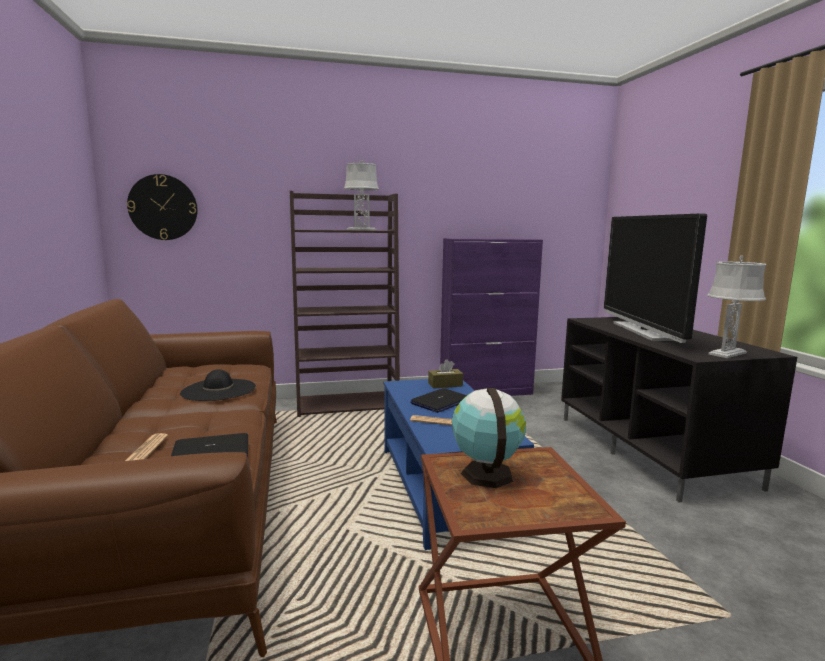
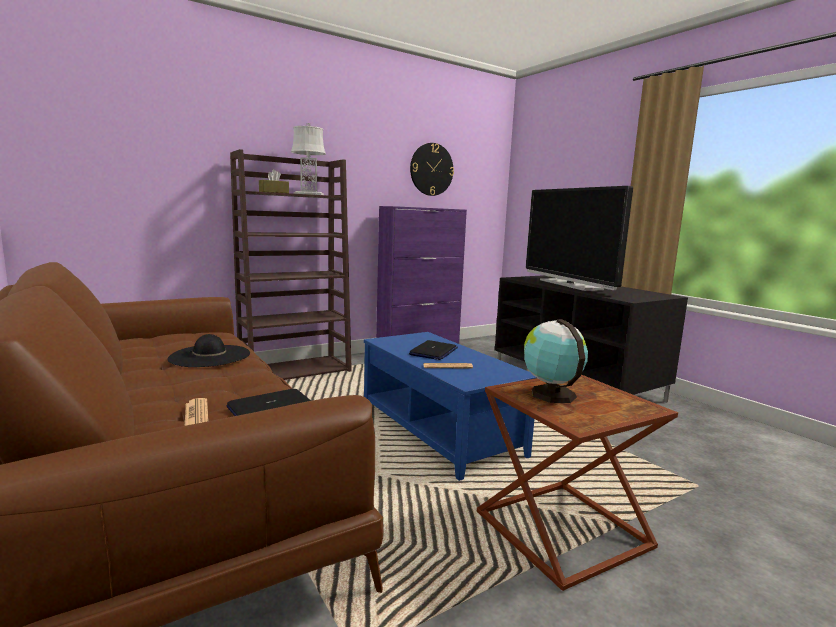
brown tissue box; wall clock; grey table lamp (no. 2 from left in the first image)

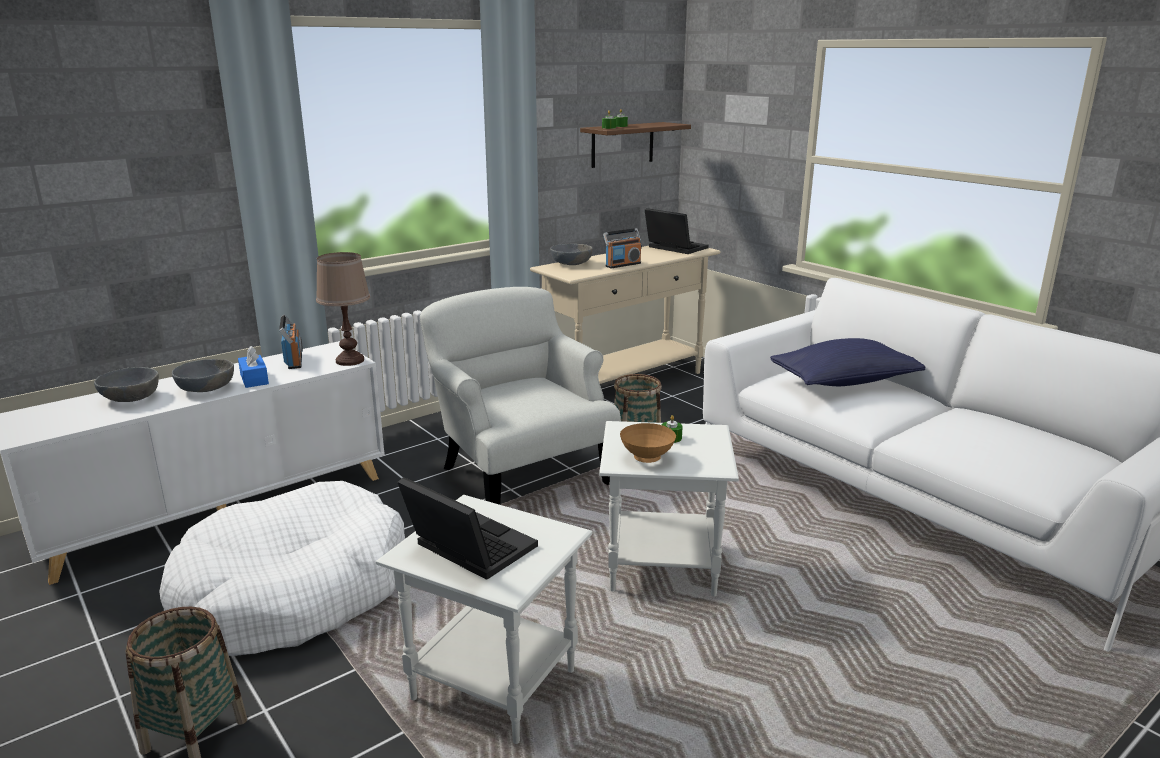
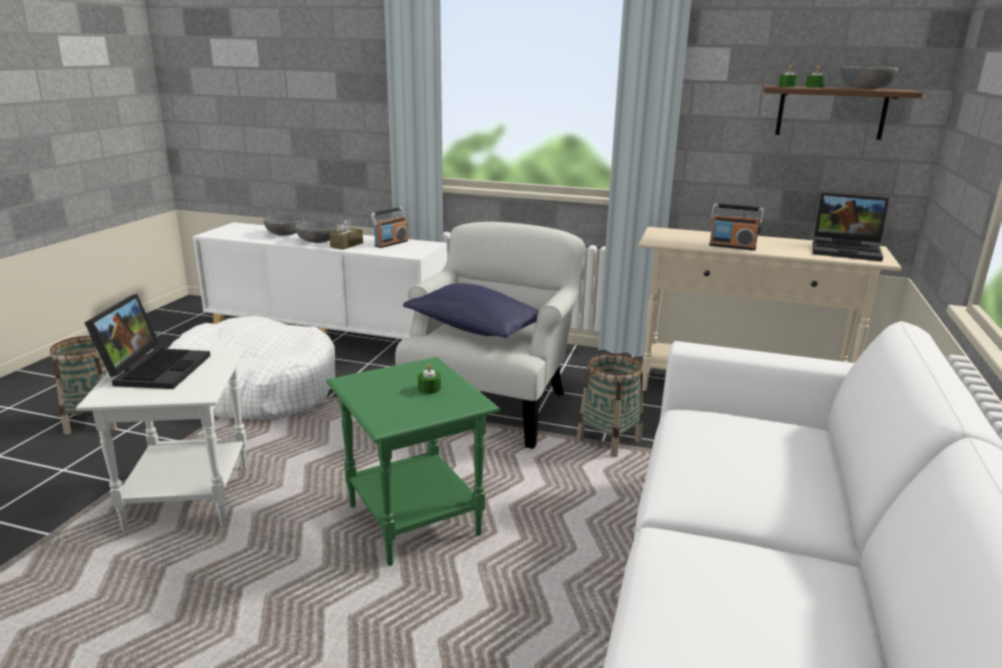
green side table; brown tissue box; blue pillow; laptop (no. 2 from left); grey bowl (no. 3 from left); brown table lamp; brown bowl

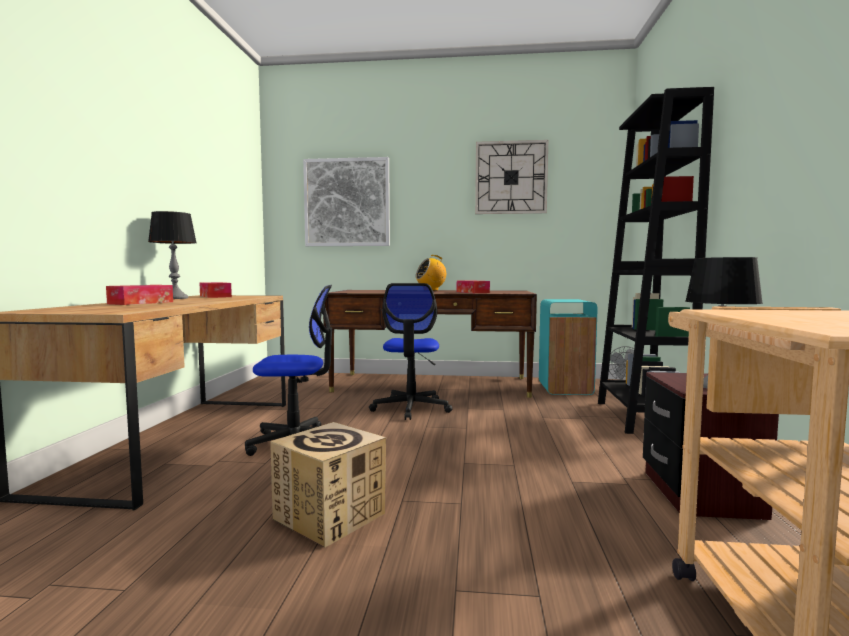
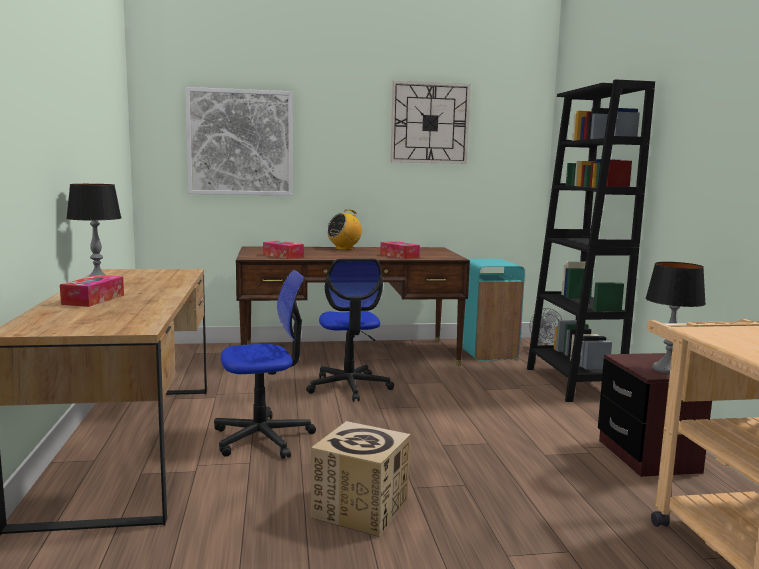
tissue box (no. 2 from left)

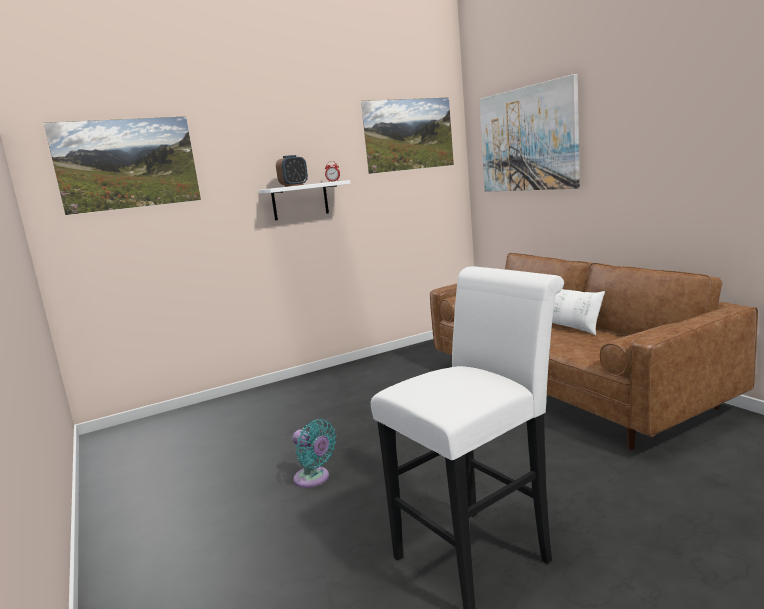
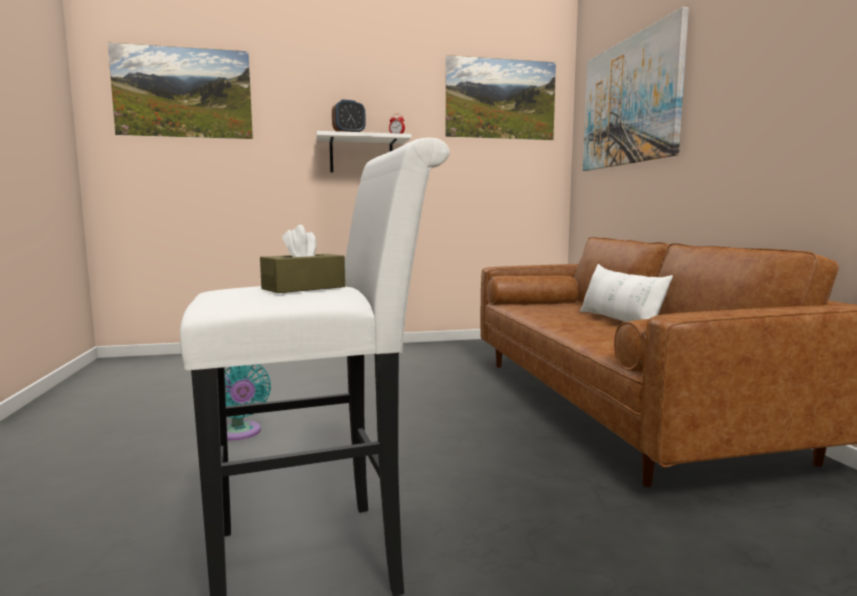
brown tissue box

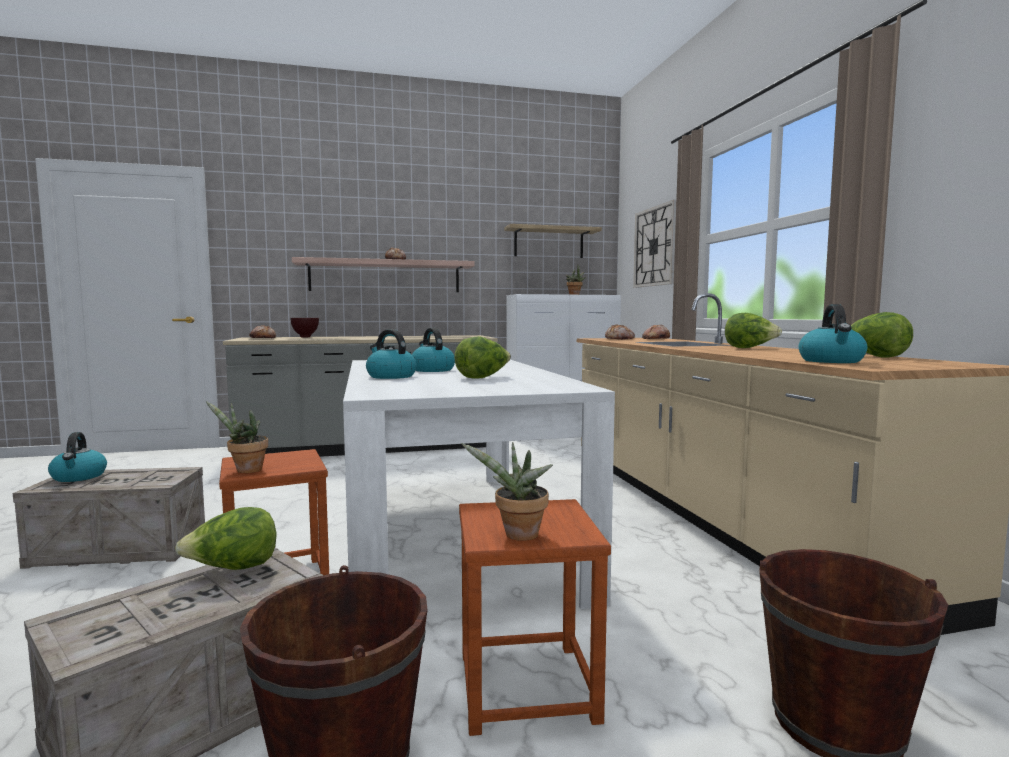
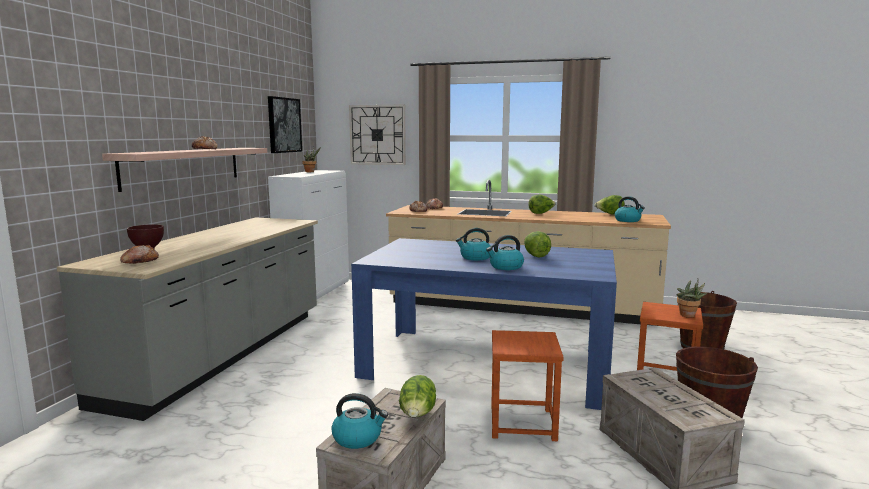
picture; blue dining table; lettuce (no. 1 from left); potted plant (no. 1 from left in the first image)

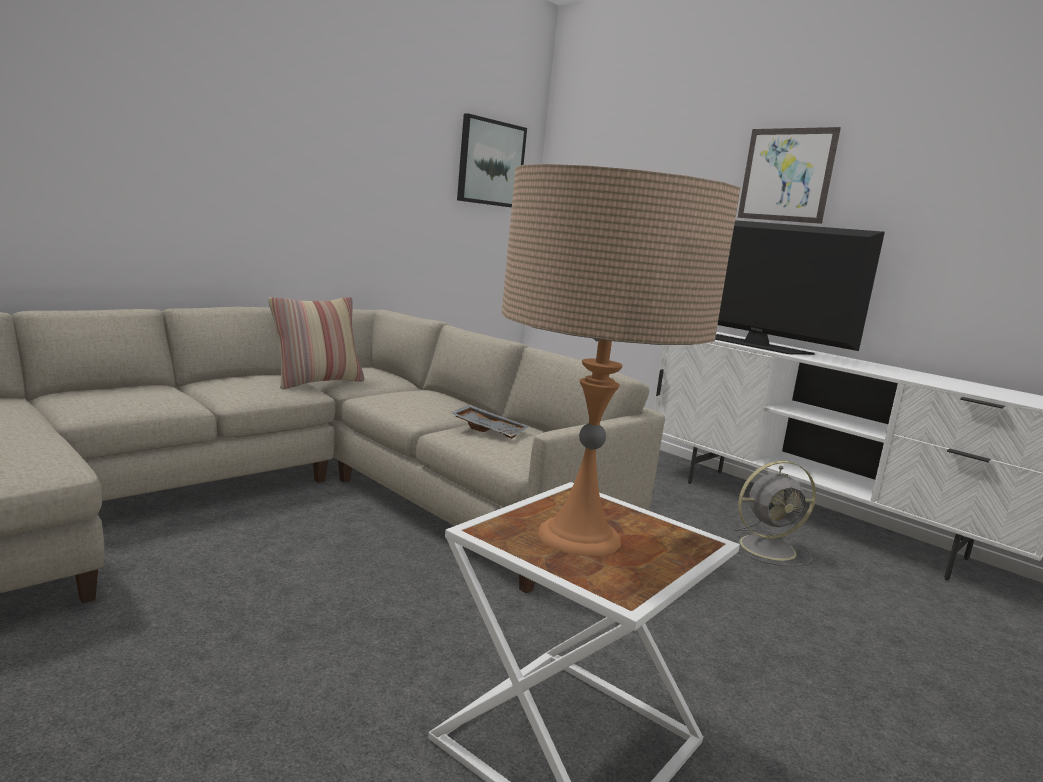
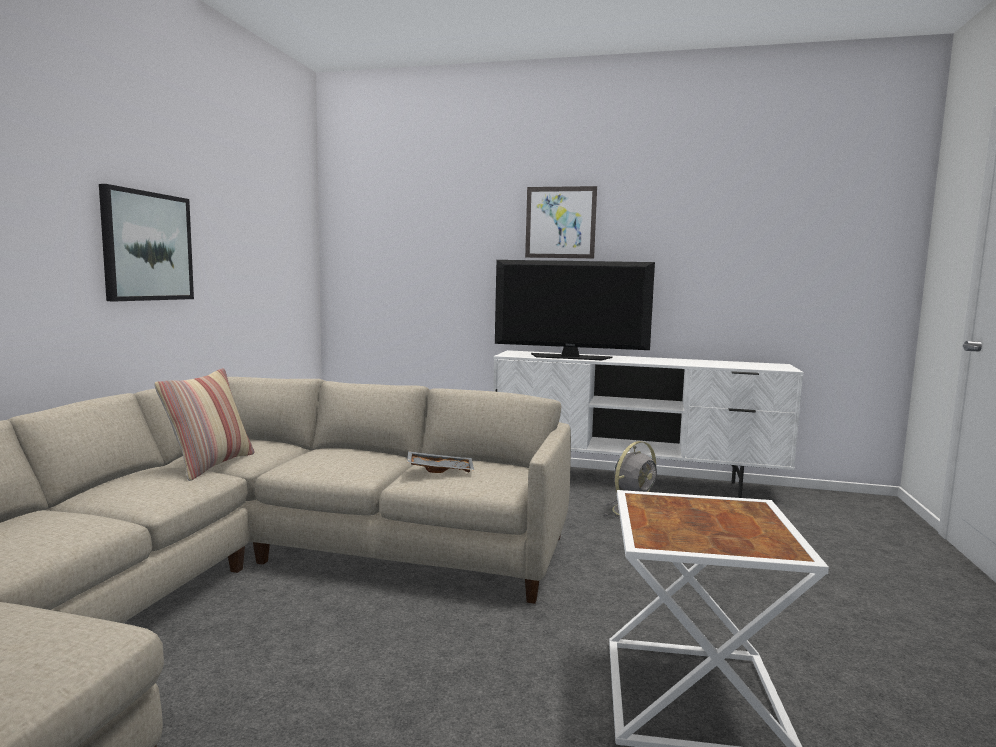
picture (no. 1 from left); beige table lamp

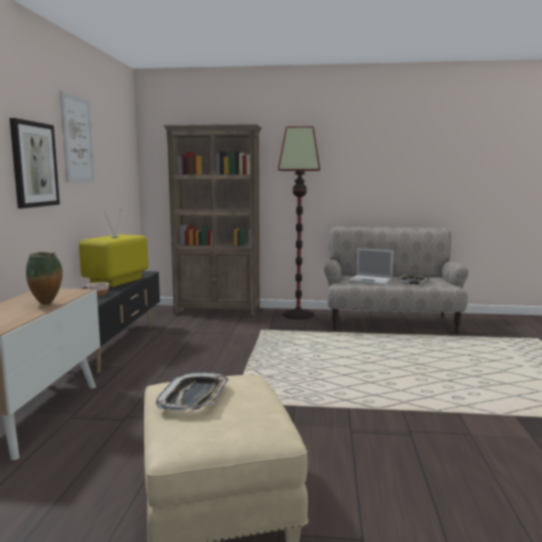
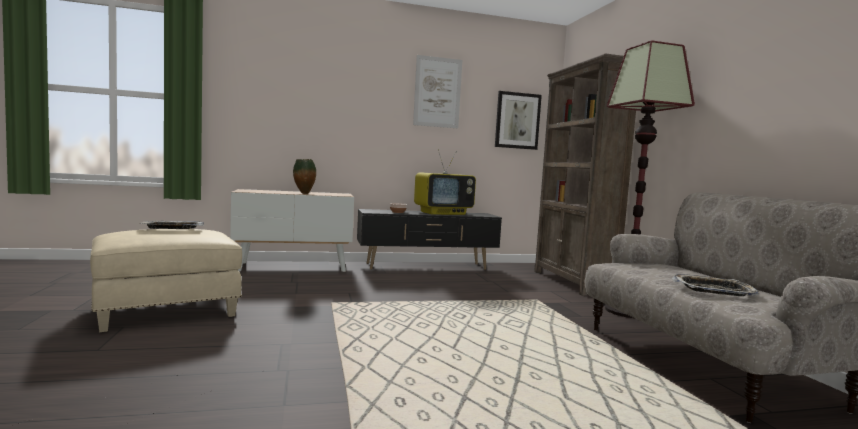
television; picture (no. 2 from left); laptop

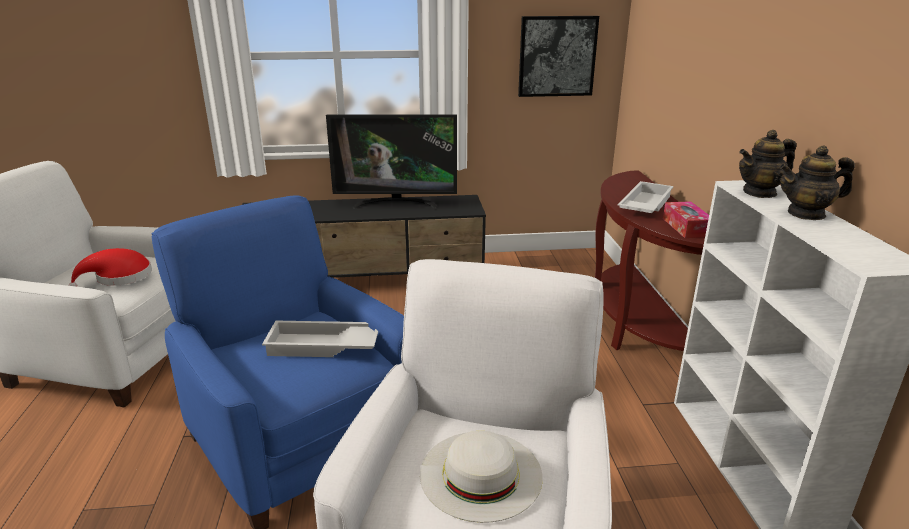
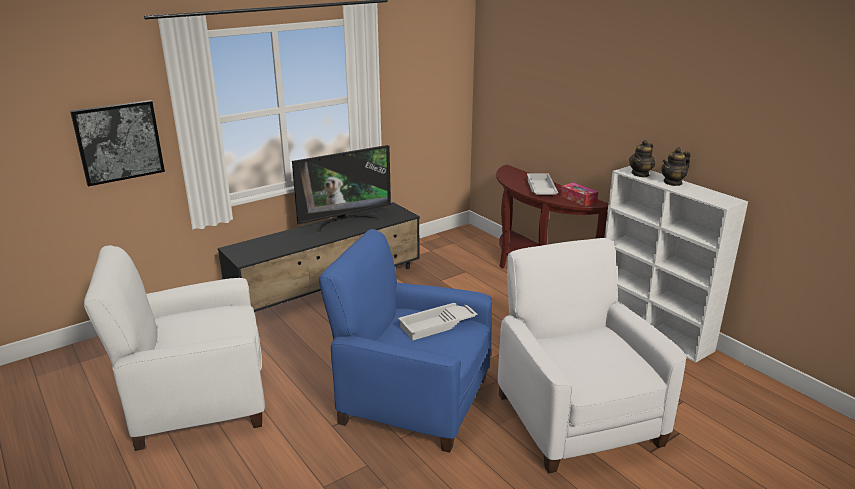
picture; red hat; white hat

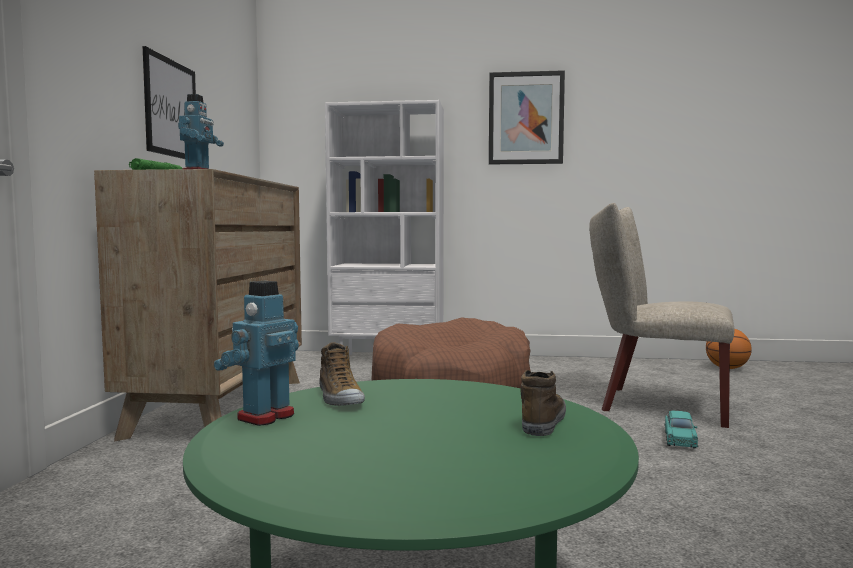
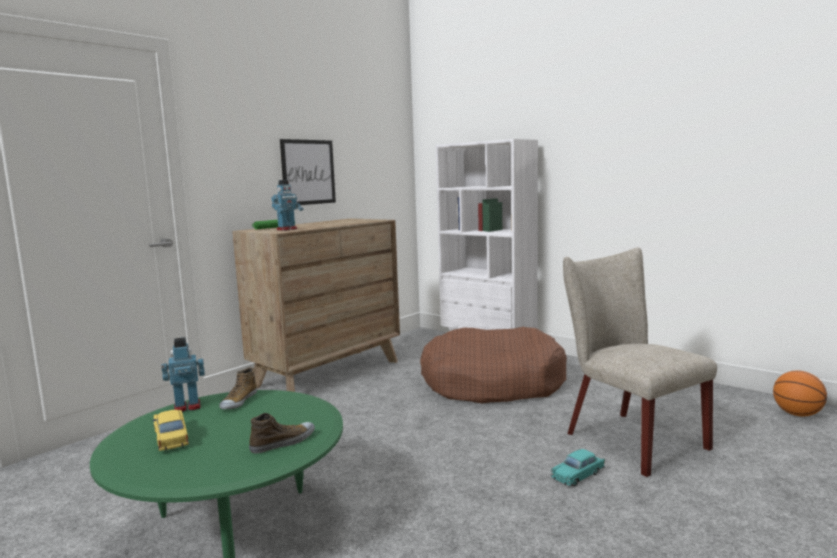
yellow toy car; picture (no. 2 from left in the first image)

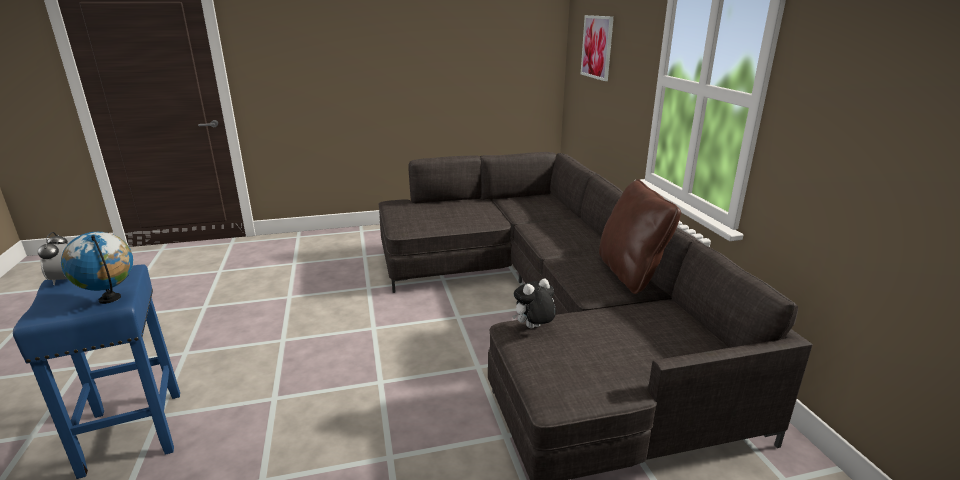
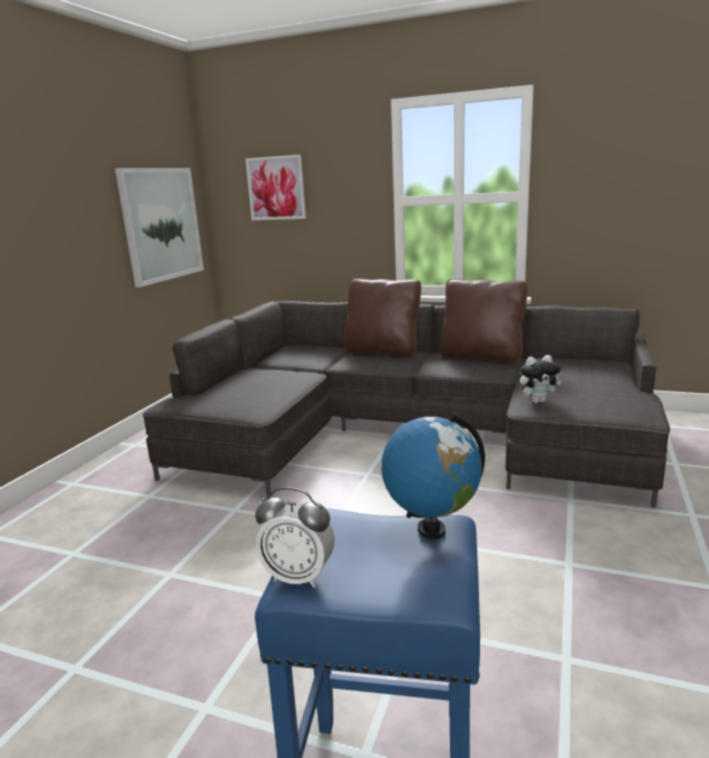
picture (no. 1 from left); brown pillow (no. 1 from left); plush toy

